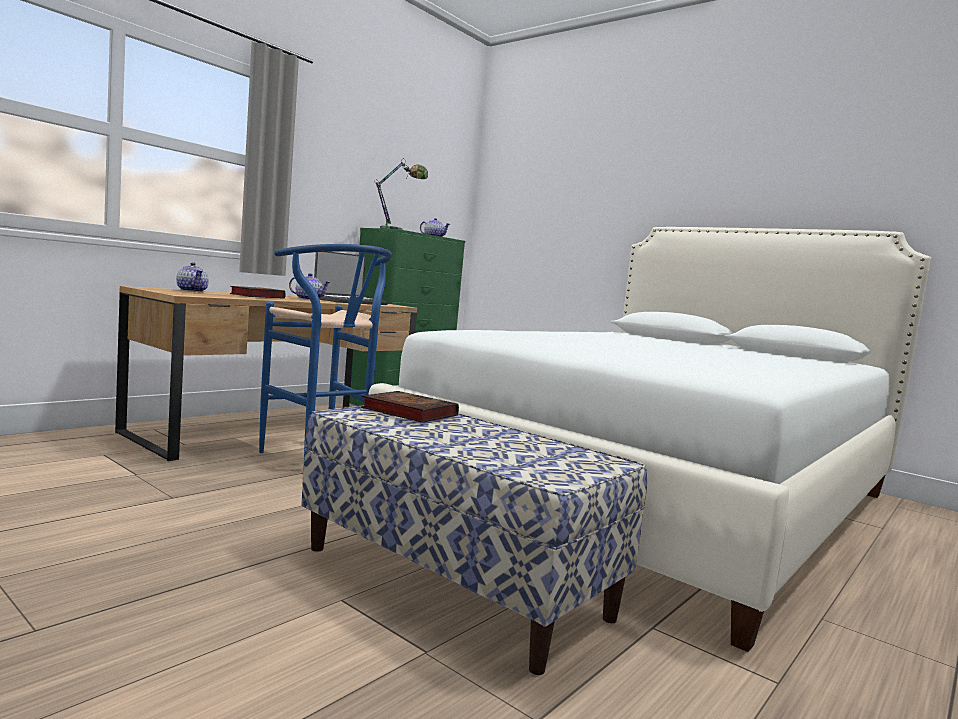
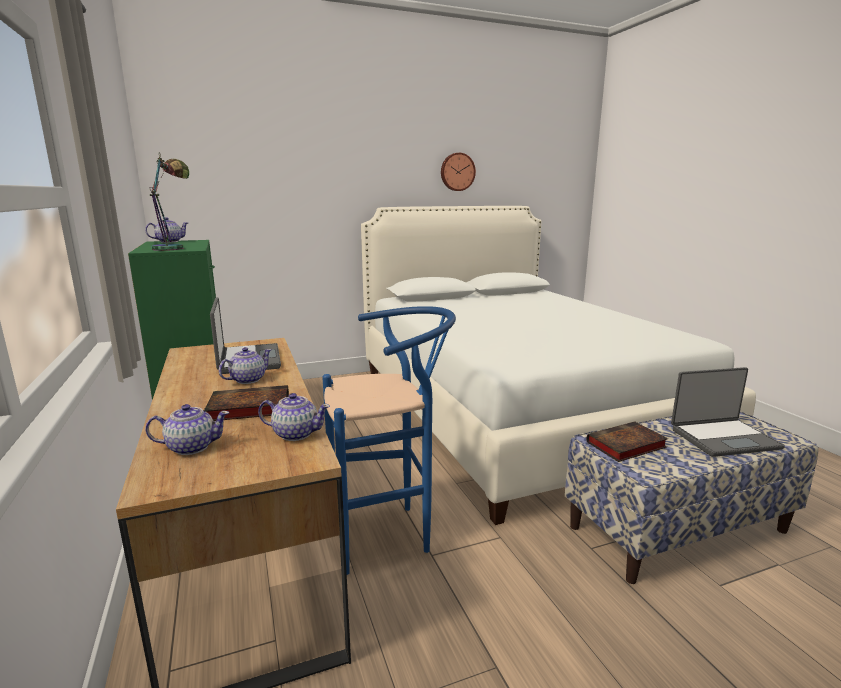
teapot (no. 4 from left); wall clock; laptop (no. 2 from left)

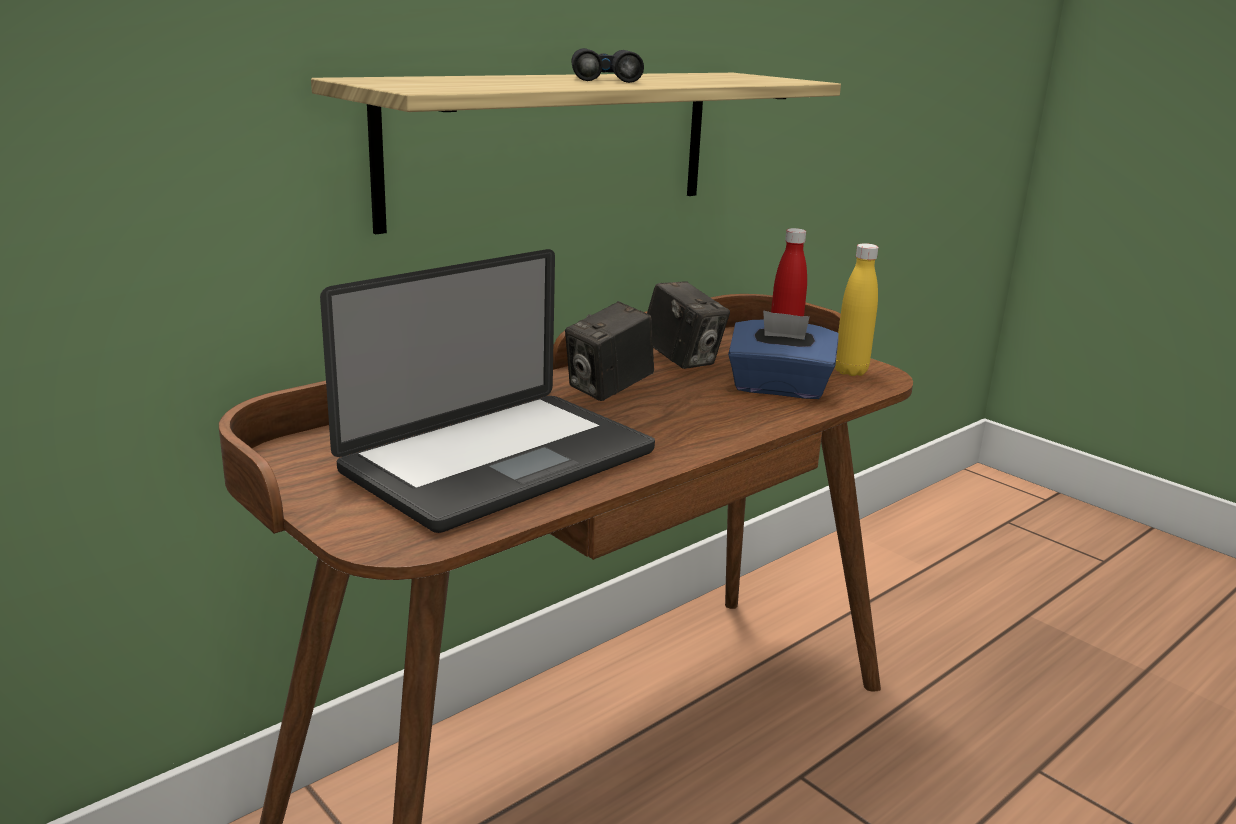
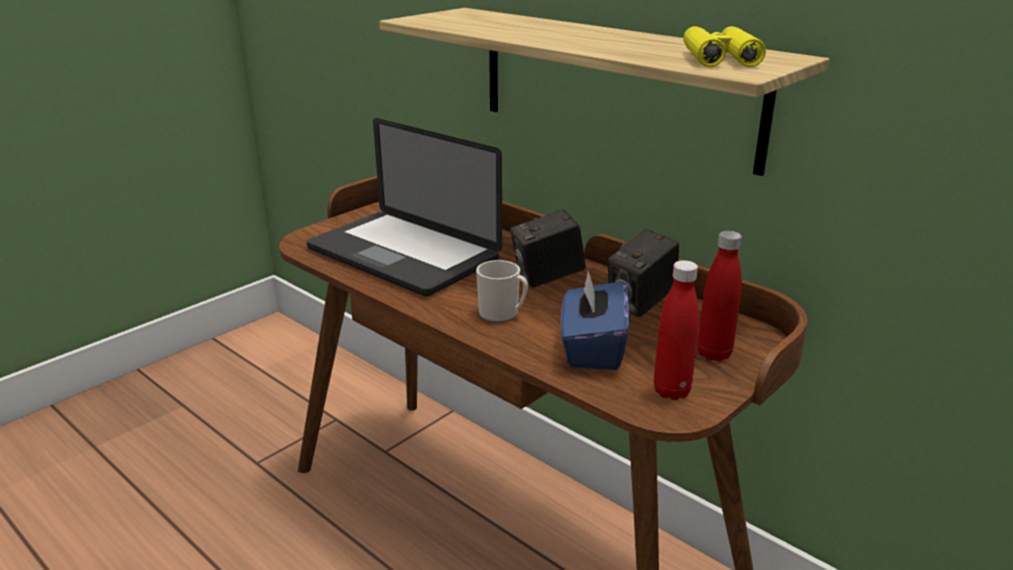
mug; photo camera (no. 1 from left); red bottle (no. 1 from left); yellow binoculars; black binoculars

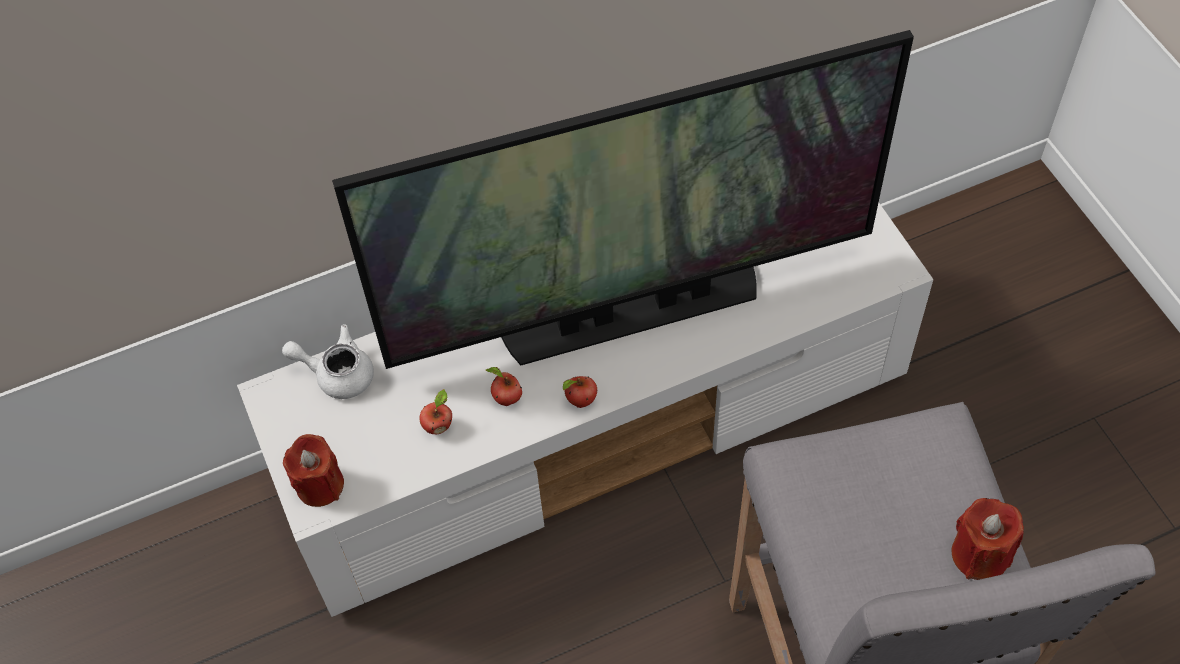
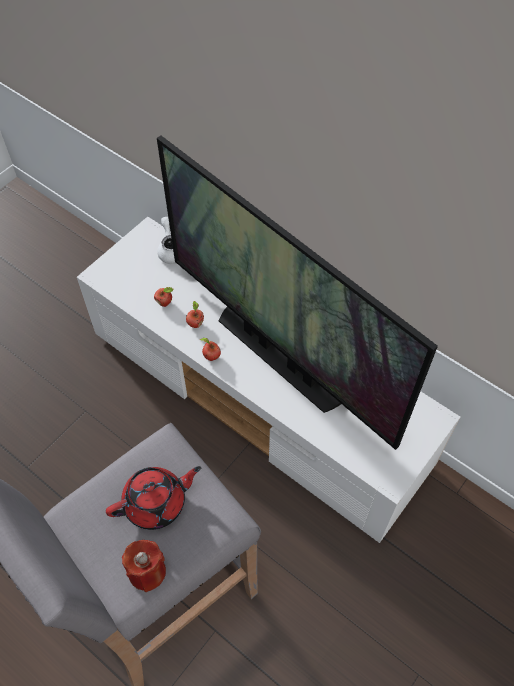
red teapot; red candle (no. 1 from left in the first image)

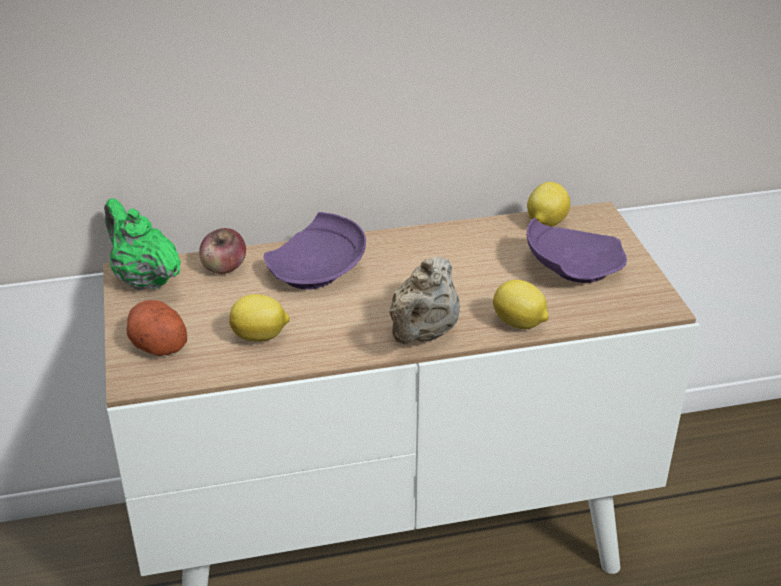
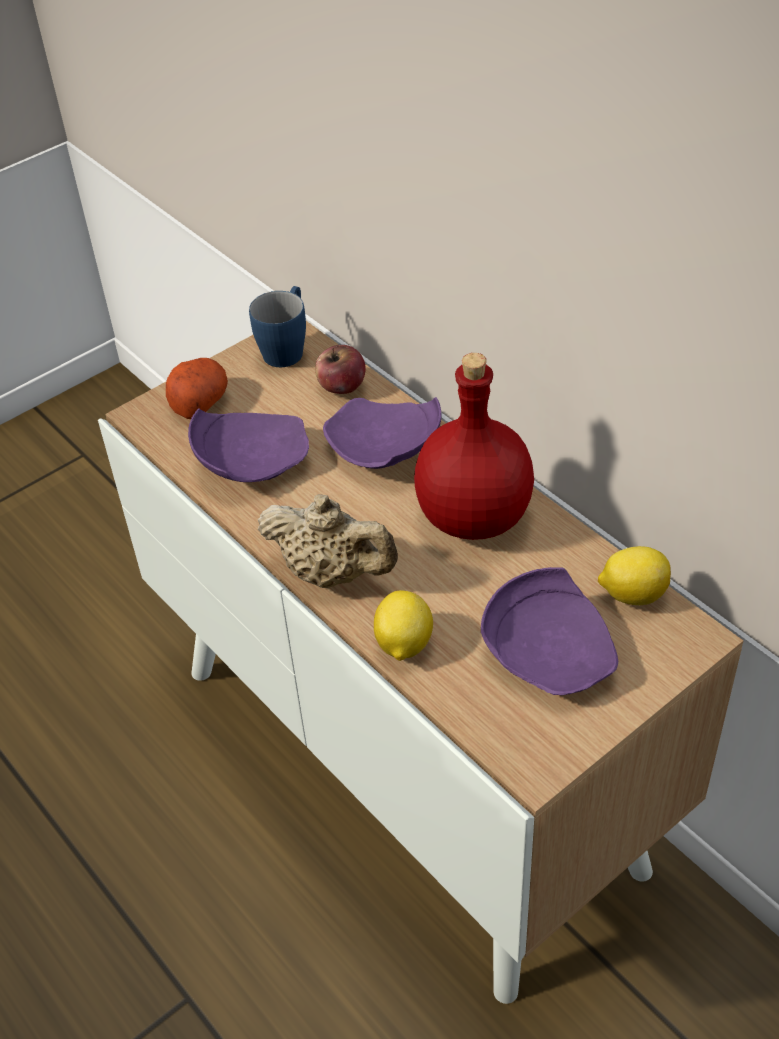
purple plate (no. 1 from left); blue mug; beige teapot; red bottle

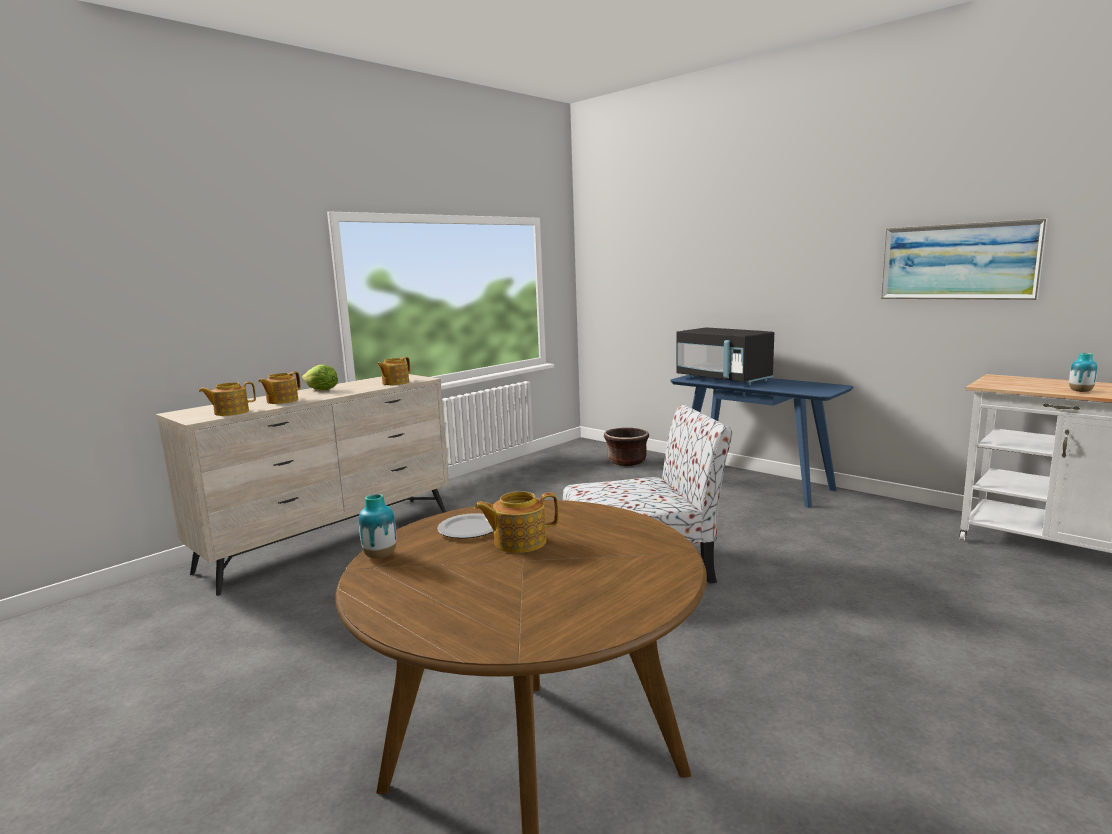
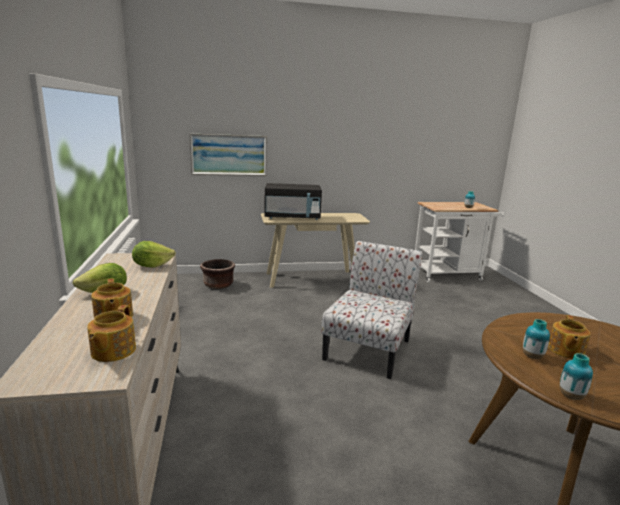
lettuce (no. 2 from left); picture; beige console table; vase (no. 2 from left)

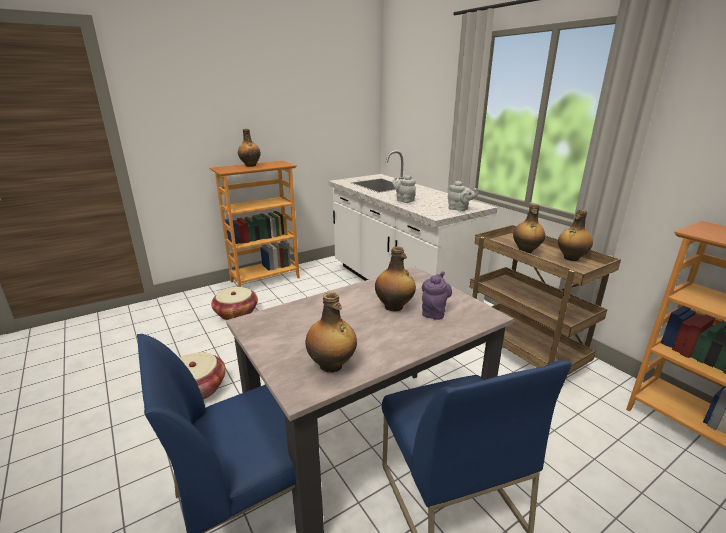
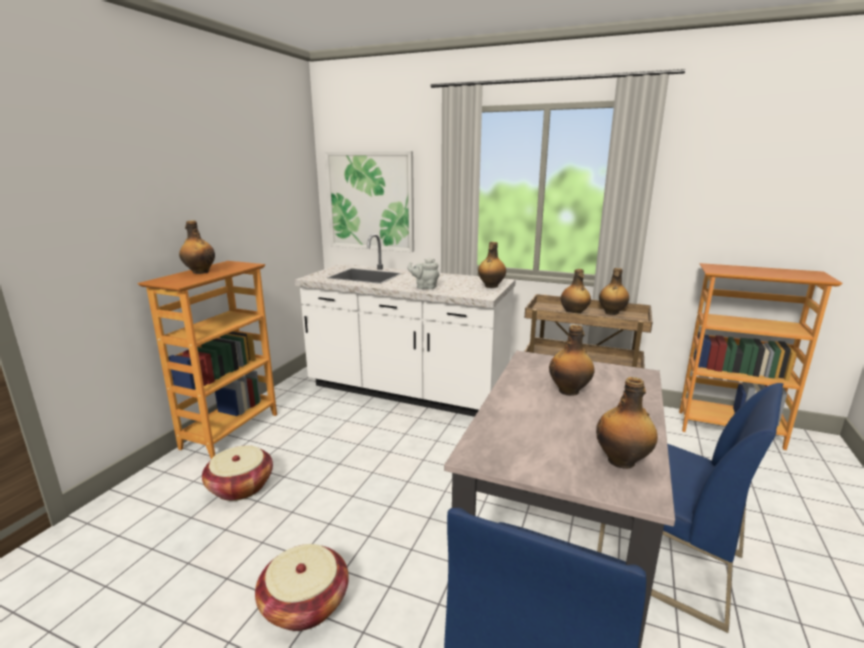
picture; bottle (no. 2 from left); purple teapot

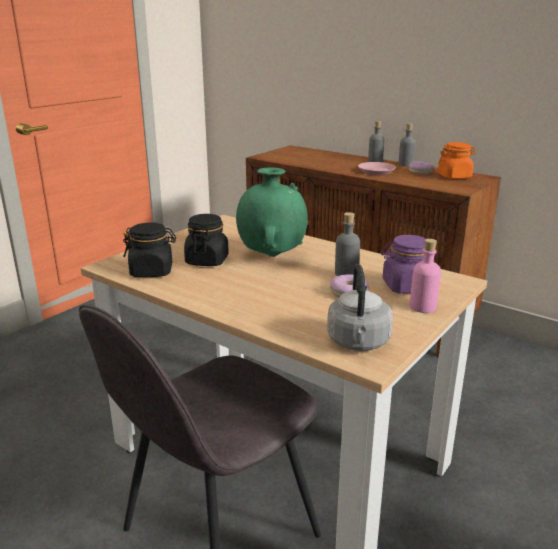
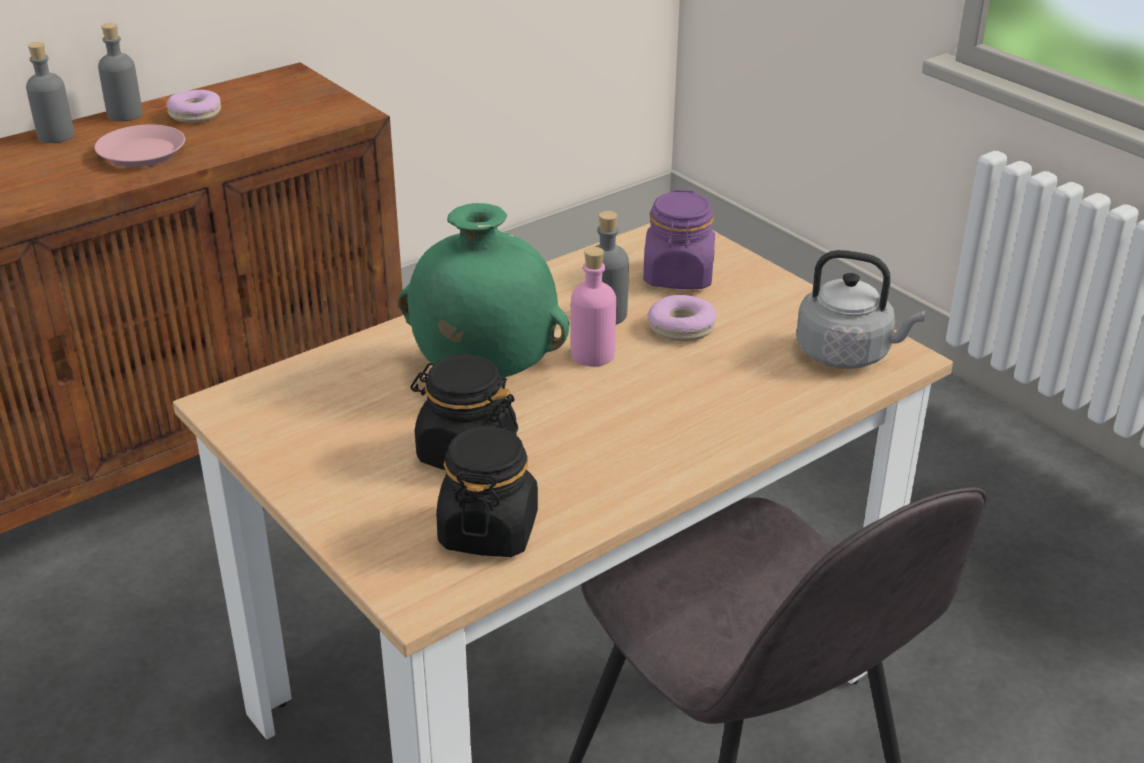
pink bottle; orange jar

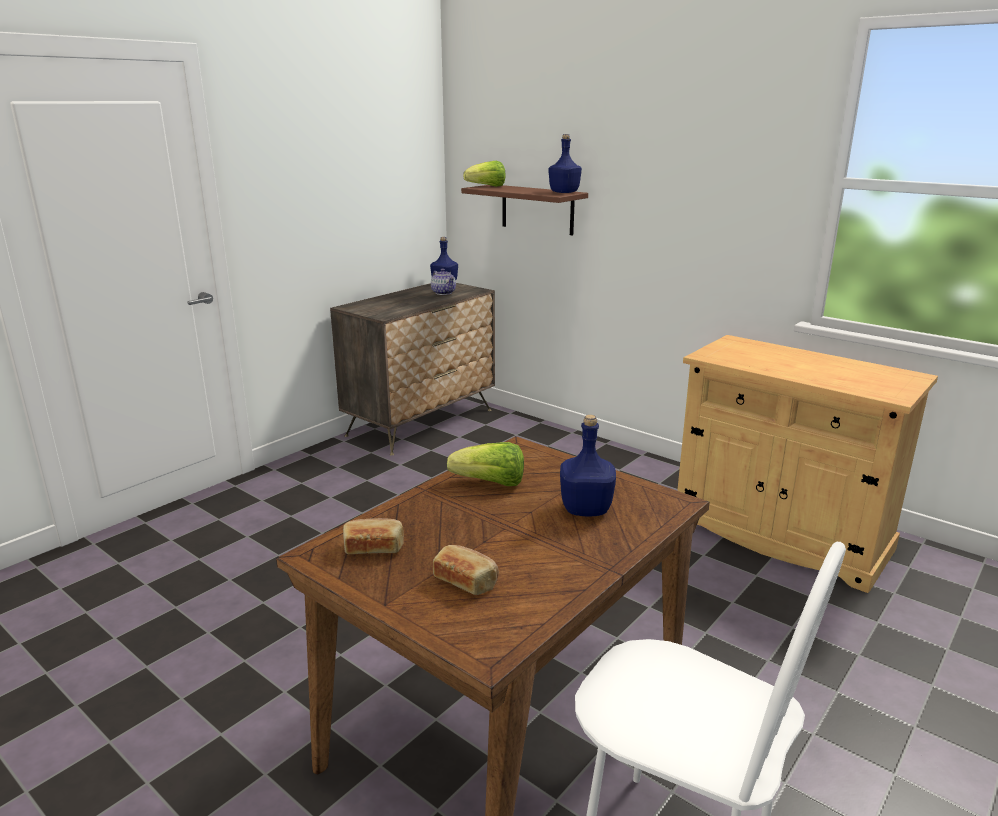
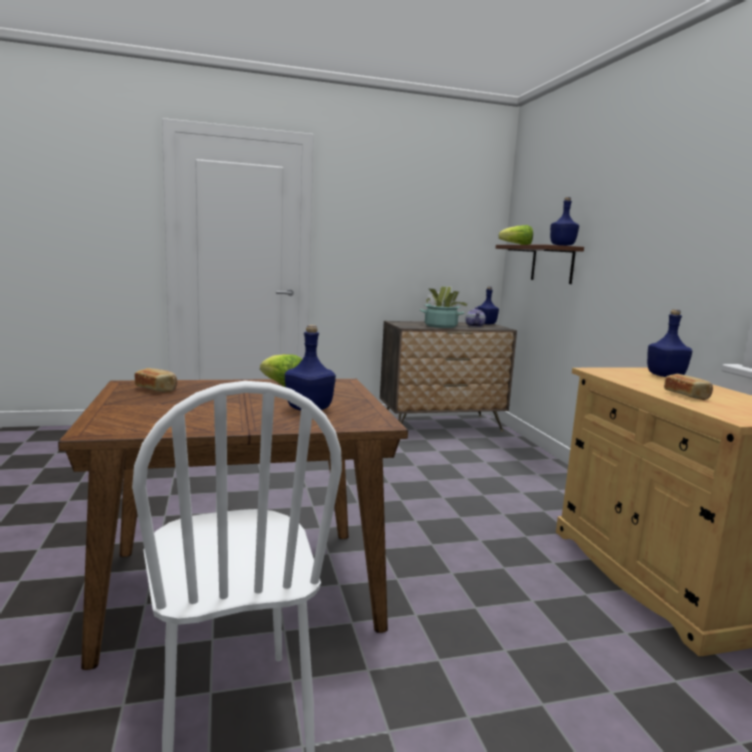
potted plant; blue bottle (no. 4 from left); bread (no. 2 from left)

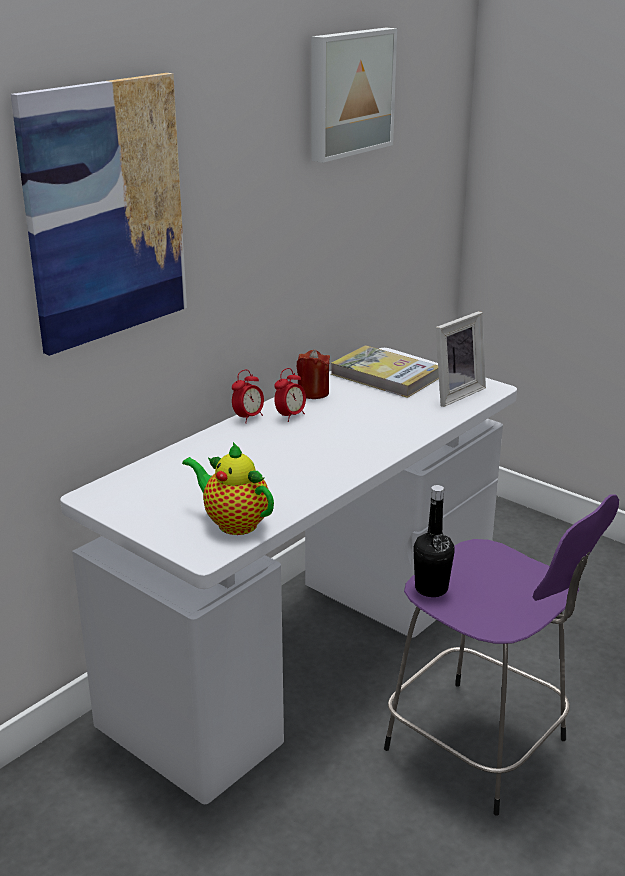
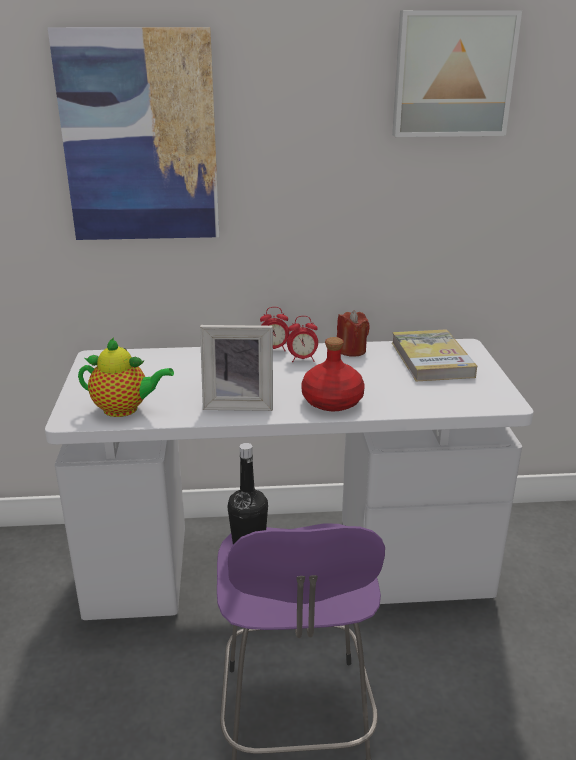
teapot; picture frame; red bottle

